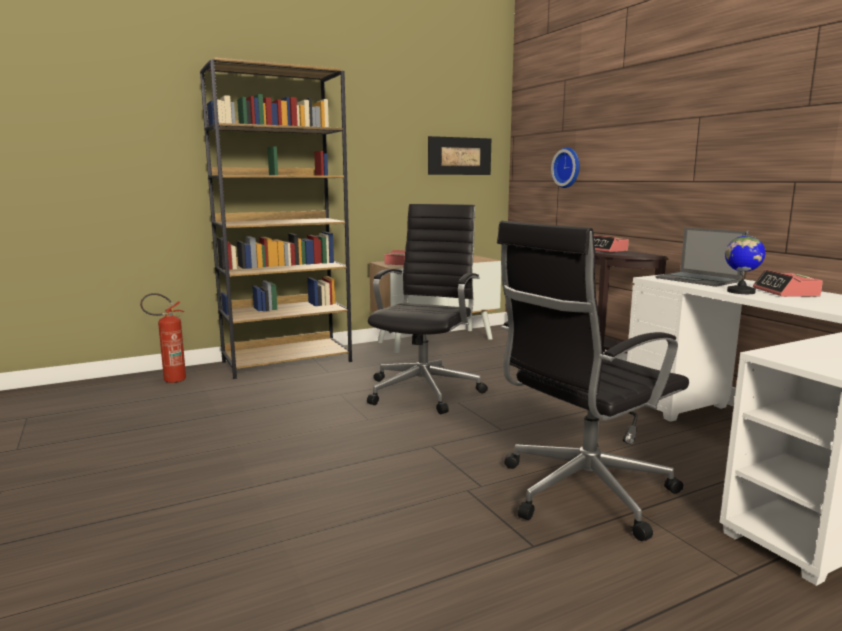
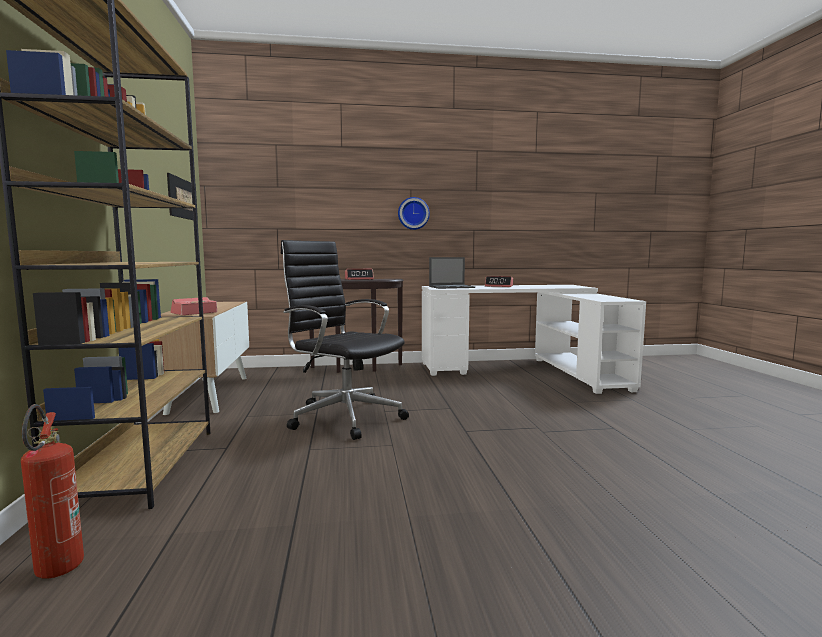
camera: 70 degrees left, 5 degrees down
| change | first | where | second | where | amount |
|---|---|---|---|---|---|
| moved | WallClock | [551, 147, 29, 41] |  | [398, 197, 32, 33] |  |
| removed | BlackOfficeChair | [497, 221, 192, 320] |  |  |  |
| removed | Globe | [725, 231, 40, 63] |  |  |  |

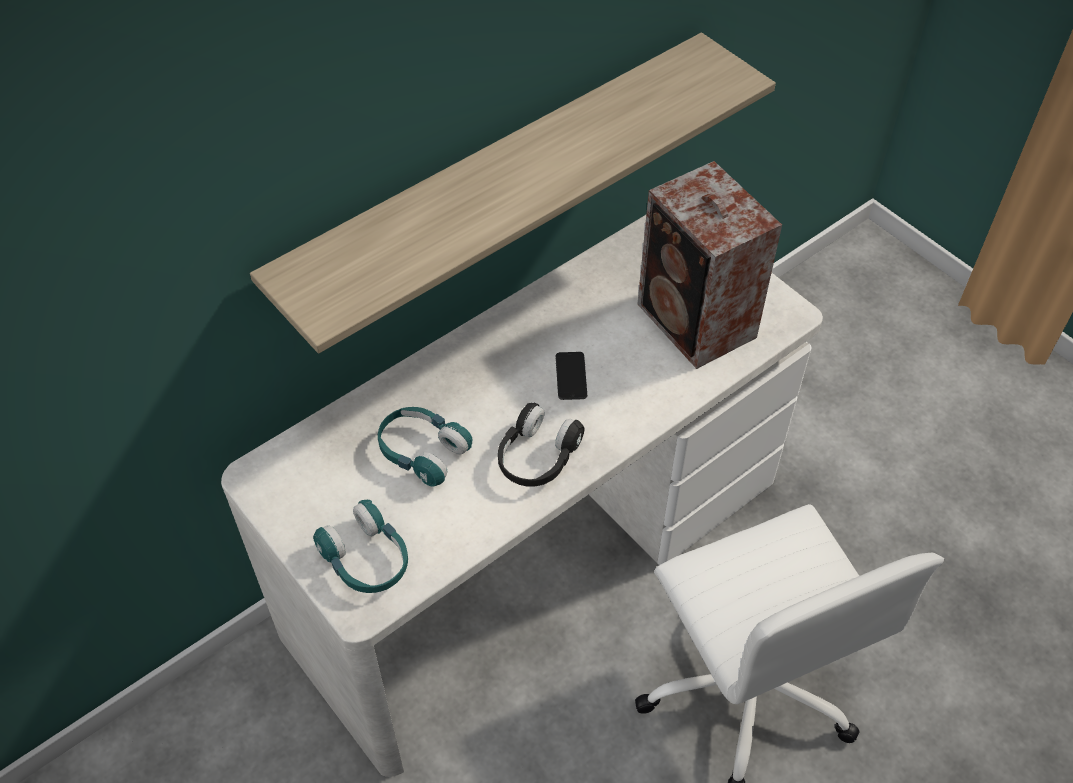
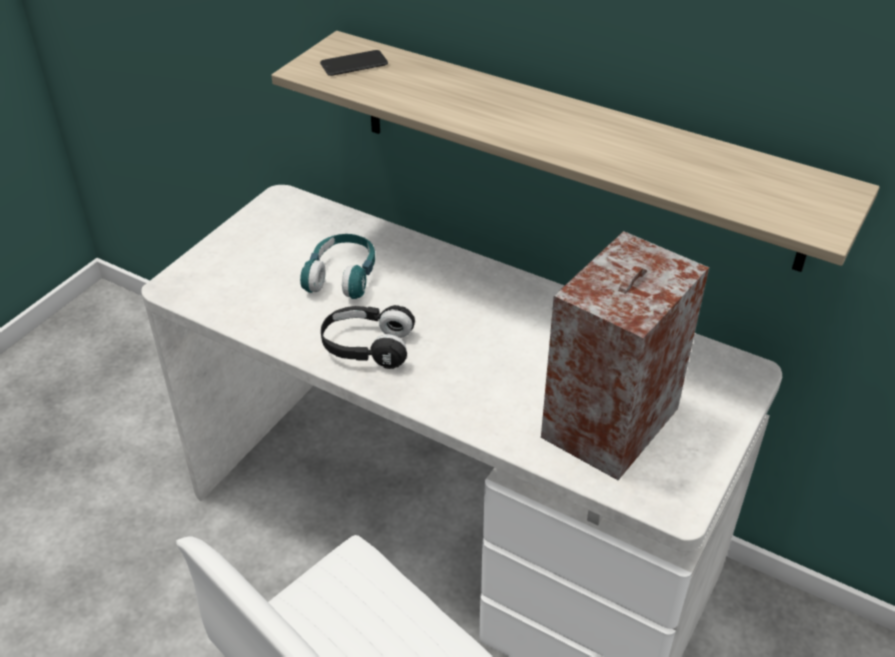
camera: 70 degrees right, 10 degrees down
| change | first | where | second | where | amount |
|---|---|---|---|---|---|
| moved | Phone | [556, 352, 31, 48] |  | [320, 50, 68, 26] |  |
| removed | TurquoiseHeadphones | [313, 500, 95, 93] |  |  |  |

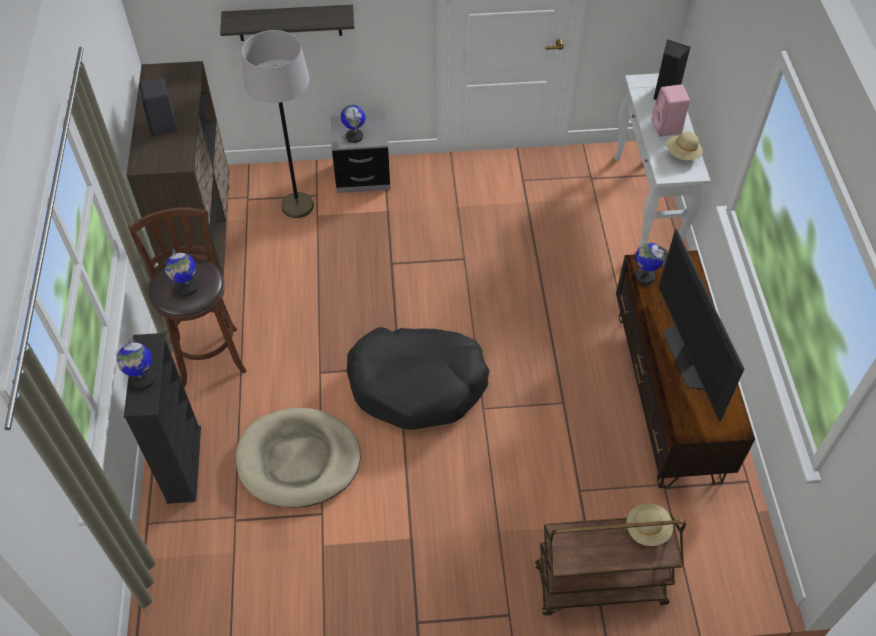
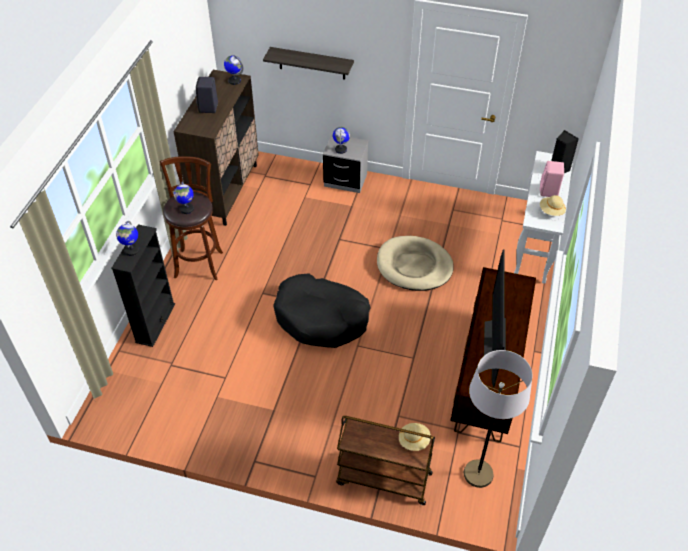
camera: 20 degrees right, 5 degrees down
| change | first | where | second | where | amount |
|---|---|---|---|---|---|
| moved | GreyFloorLamp | [242, 30, 72, 188] |  | [464, 350, 69, 138] |  |
| moved | Globe | [635, 243, 33, 42] |  | [224, 55, 19, 30] |  |
| moved | BeigeDogBed | [236, 408, 125, 100] |  | [377, 236, 77, 55] |  |

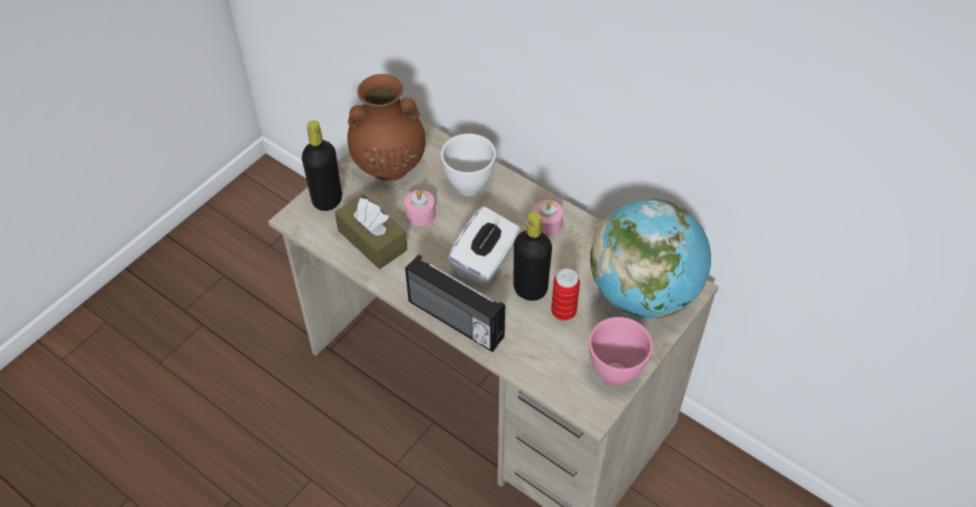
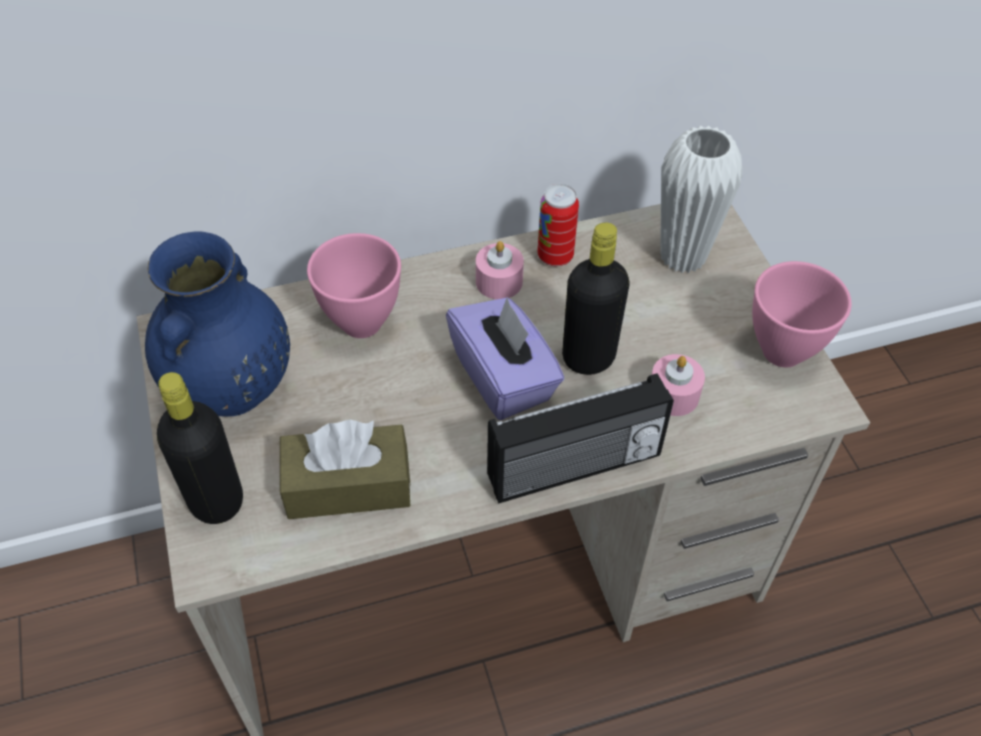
camera: 55 degrees left, 0 degrees up
| change | first | where | second | where | amount |
|---|---|---|---|---|---|
| recoloured | BrownVase | [347, 74, 78, 107] | BlueVase | [145, 231, 145, 186] |  |
| recoloured | WhiteBowl | [441, 134, 55, 63] | PinkBowl | [307, 233, 94, 105] |  |
| moved | PinkCandle | [404, 190, 32, 36] |  | [652, 354, 53, 62] |  |
| replaced | Globe | [590, 199, 121, 120] | WhiteVase | [660, 126, 83, 147] |  |
| recoloured | WhiteTissueBox | [448, 206, 73, 81] | PurpleTissueBox | [446, 297, 119, 123] |  |
| moved | Can | [551, 269, 29, 52] |  | [537, 184, 42, 82] |  |

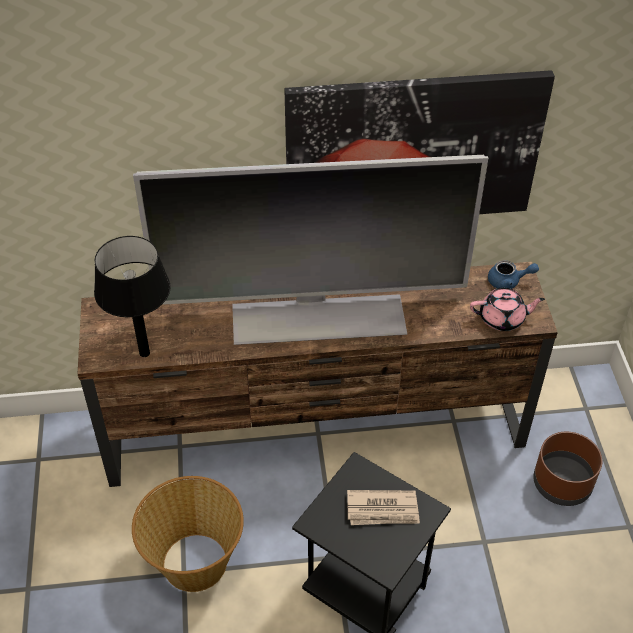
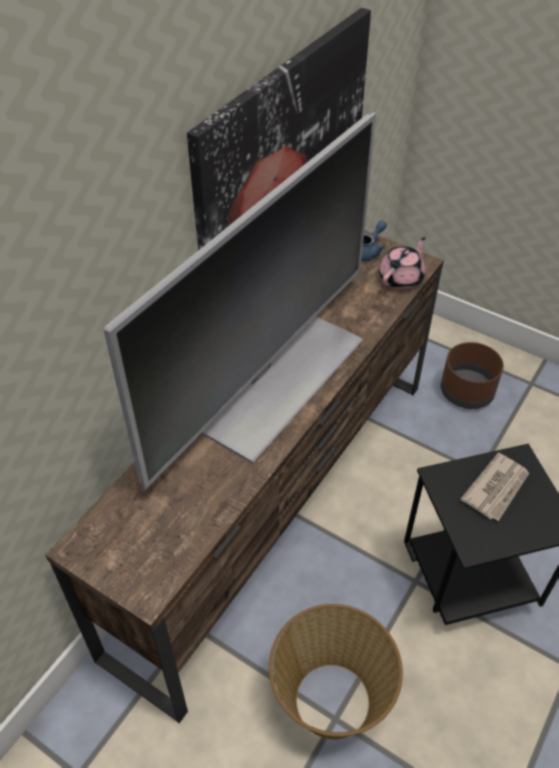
camera: 50 degrees left, 0 degrees up
| change | first | where | second | where | amount |
|---|---|---|---|---|---|
| removed | BlackTableLamp | [94, 236, 77, 121] |  |  |  |

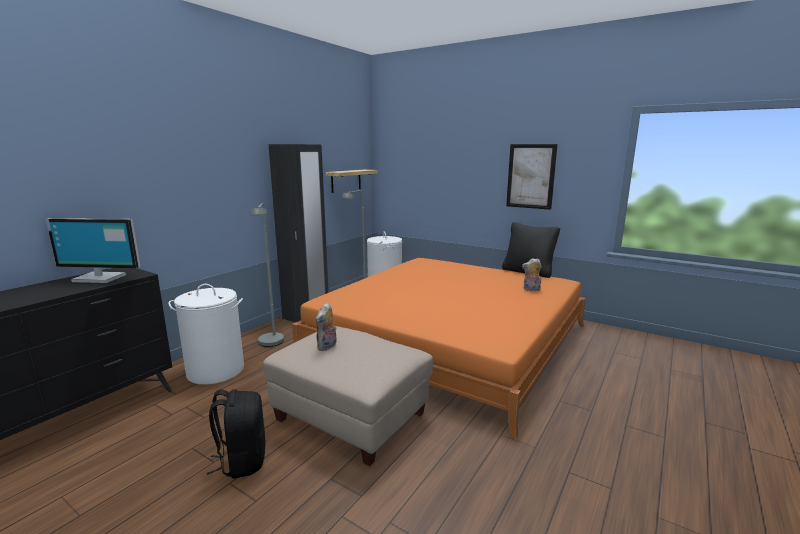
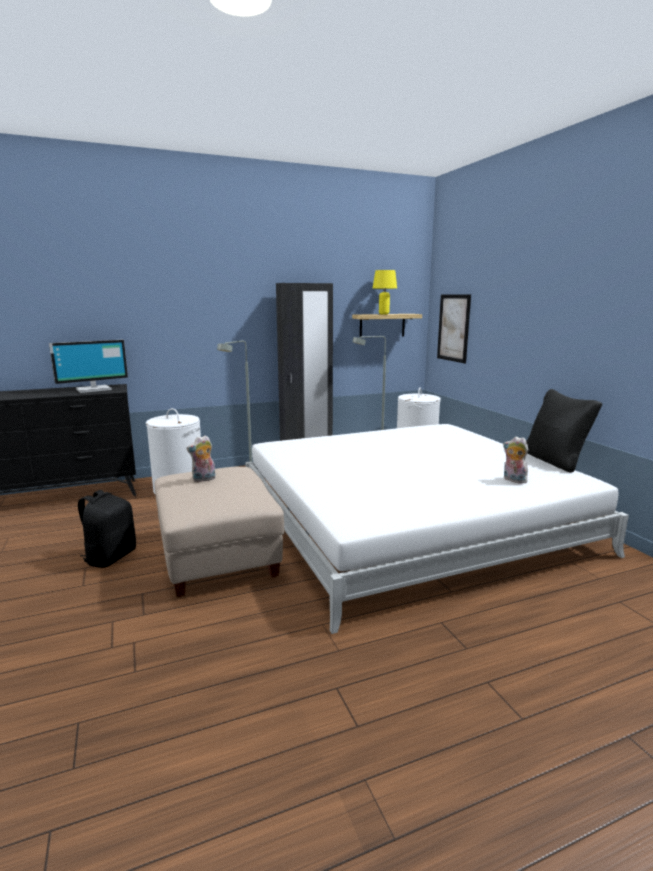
camera: 35 degrees right, 0 degrees up
| change | first | where | second | where | amount |
|---|---|---|---|---|---|
| moved | Picture | [506, 144, 52, 66] |  | [437, 294, 34, 69] |  |
| turned | Monitor | [46, 218, 95, 65] |  | [49, 340, 79, 53] | 75 degrees counterclockwise |
| recoloured | OrangeBed | [292, 258, 293, 180] | WhiteBed | [245, 424, 384, 210] |  |
| added |  |  | YellowTableLamp | [372, 270, 25, 44] |  |

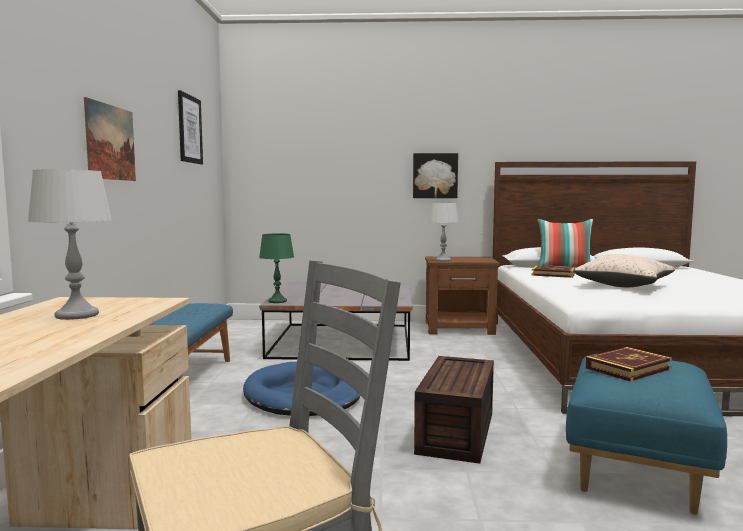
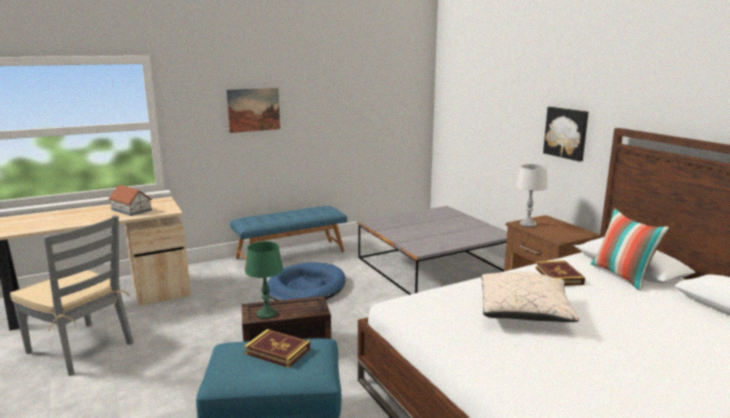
camera: 60 degrees right, 10 degrees up
| change | first | where | second | where | amount |
|---|---|---|---|---|---|
| removed | Picture | [178, 90, 25, 74] |  |  |  |
| replaced | GreyTableLamp | [27, 169, 85, 151] | ToyHouse | [109, 185, 43, 31] |  |
| moved | GreenTableLamp | [259, 233, 35, 70] |  | [245, 241, 38, 78] |  |

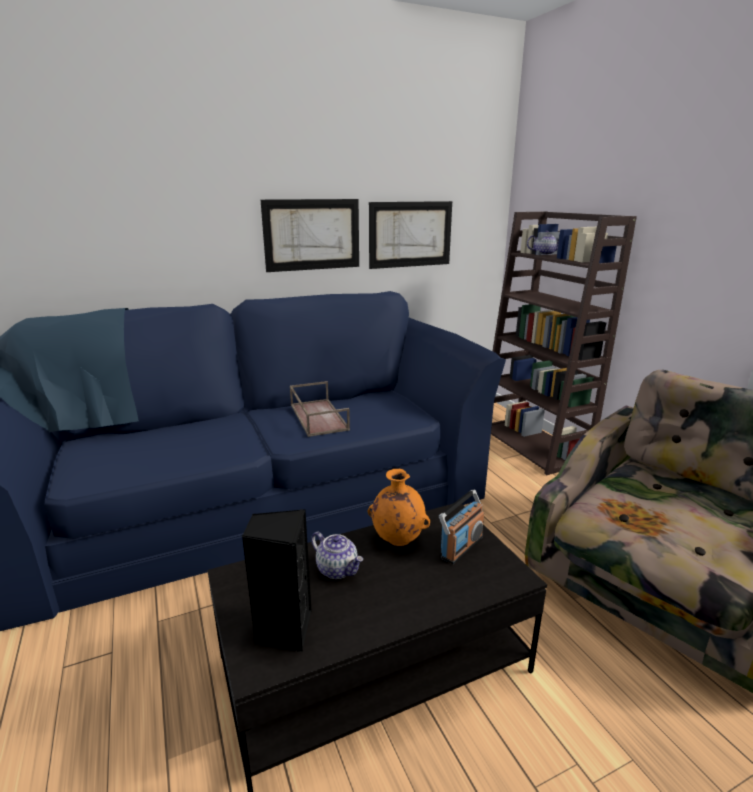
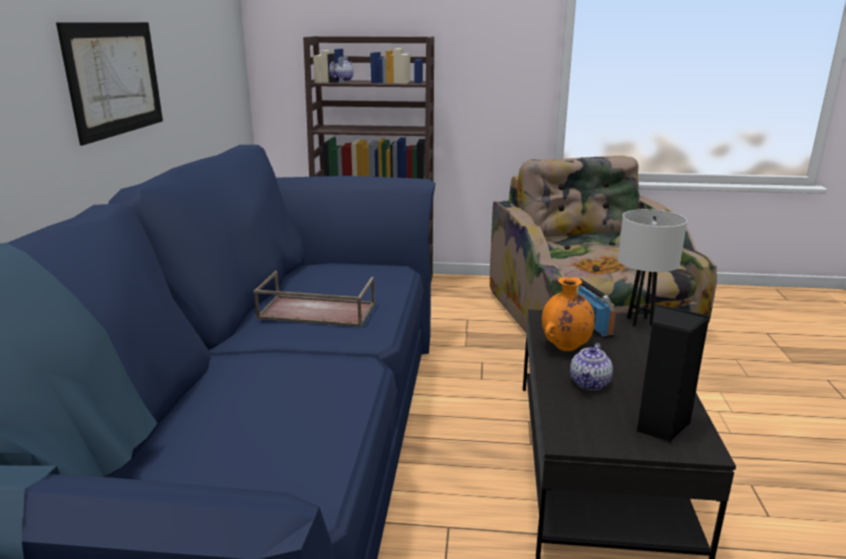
camera: 60 degrees left, 0 degrees up
| change | first | where | second | where | amount |
|---|---|---|---|---|---|
| removed | Picture | [369, 201, 83, 68] |  |  |  |
| turned | Teapot | [311, 532, 52, 47] |  | [570, 343, 43, 47] | 135 degrees clockwise |
| added |  |  | WhiteTableLamp | [618, 209, 69, 118] |  |

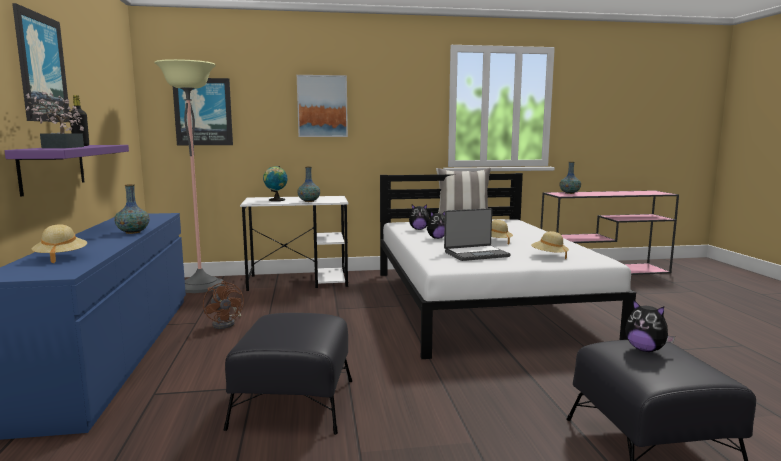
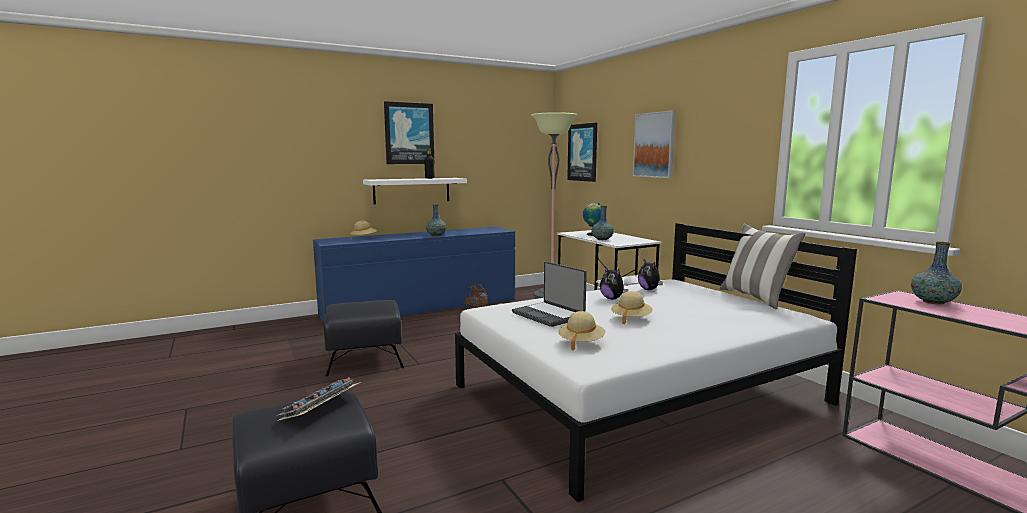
camera: 70 degrees right, 0 degrees up
| change | first | where | second | where | amount |
|---|---|---|---|---|---|
| removed | PottedPlant | [26, 91, 58, 57] |  |  |  |
| recoloured | PurpleShelf | [5, 145, 124, 52] | WhiteShelf | [363, 178, 104, 26] |  |
| replaced | PlushToy | [625, 299, 50, 53] | Keyboard | [277, 377, 84, 44] |  |

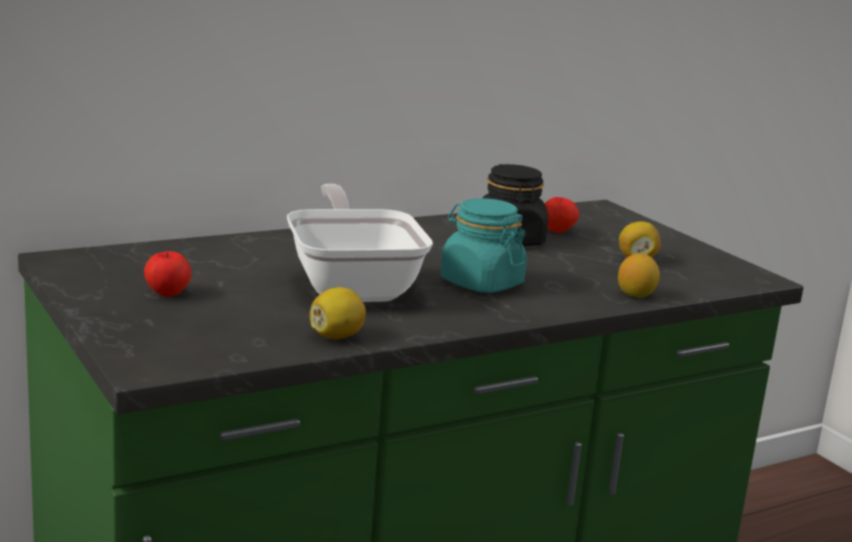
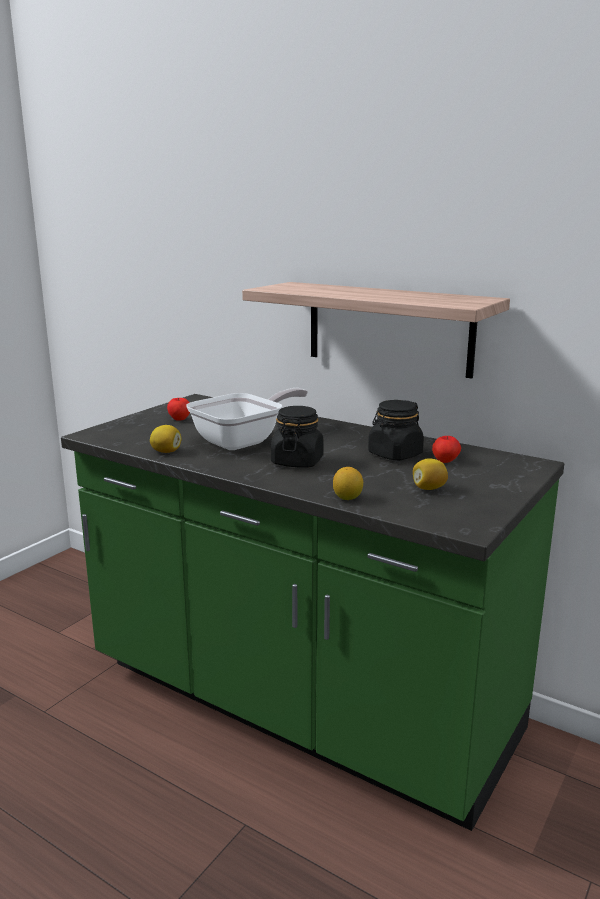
camera: 65 degrees right, 0 degrees up
| change | first | where | second | where | amount |
|---|---|---|---|---|---|
| recoloured | TurquoiseJar | [440, 198, 87, 95] | BlackJar | [271, 406, 53, 62] |  |
| added |  |  | Shelf | [242, 282, 268, 97] |  |

